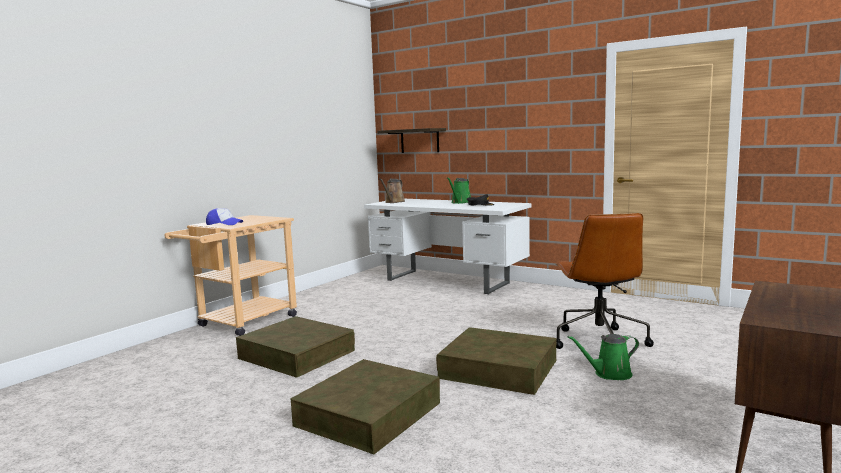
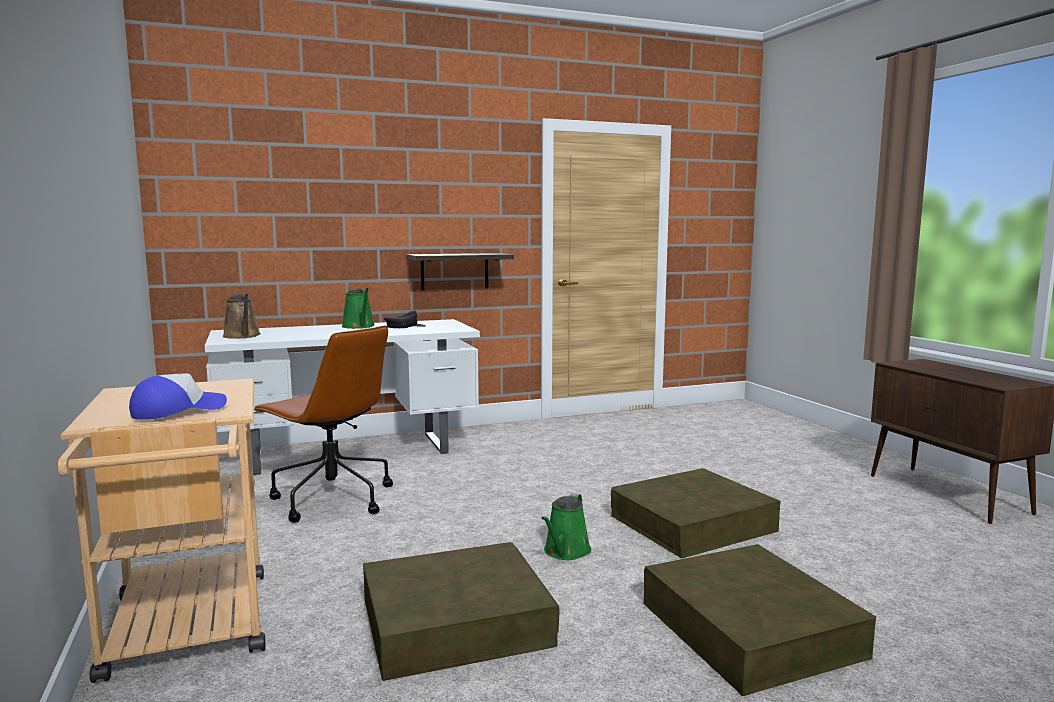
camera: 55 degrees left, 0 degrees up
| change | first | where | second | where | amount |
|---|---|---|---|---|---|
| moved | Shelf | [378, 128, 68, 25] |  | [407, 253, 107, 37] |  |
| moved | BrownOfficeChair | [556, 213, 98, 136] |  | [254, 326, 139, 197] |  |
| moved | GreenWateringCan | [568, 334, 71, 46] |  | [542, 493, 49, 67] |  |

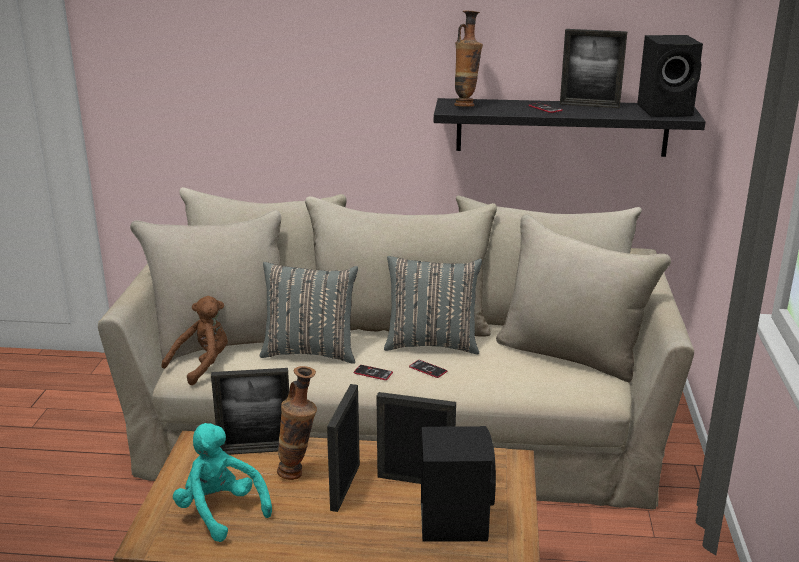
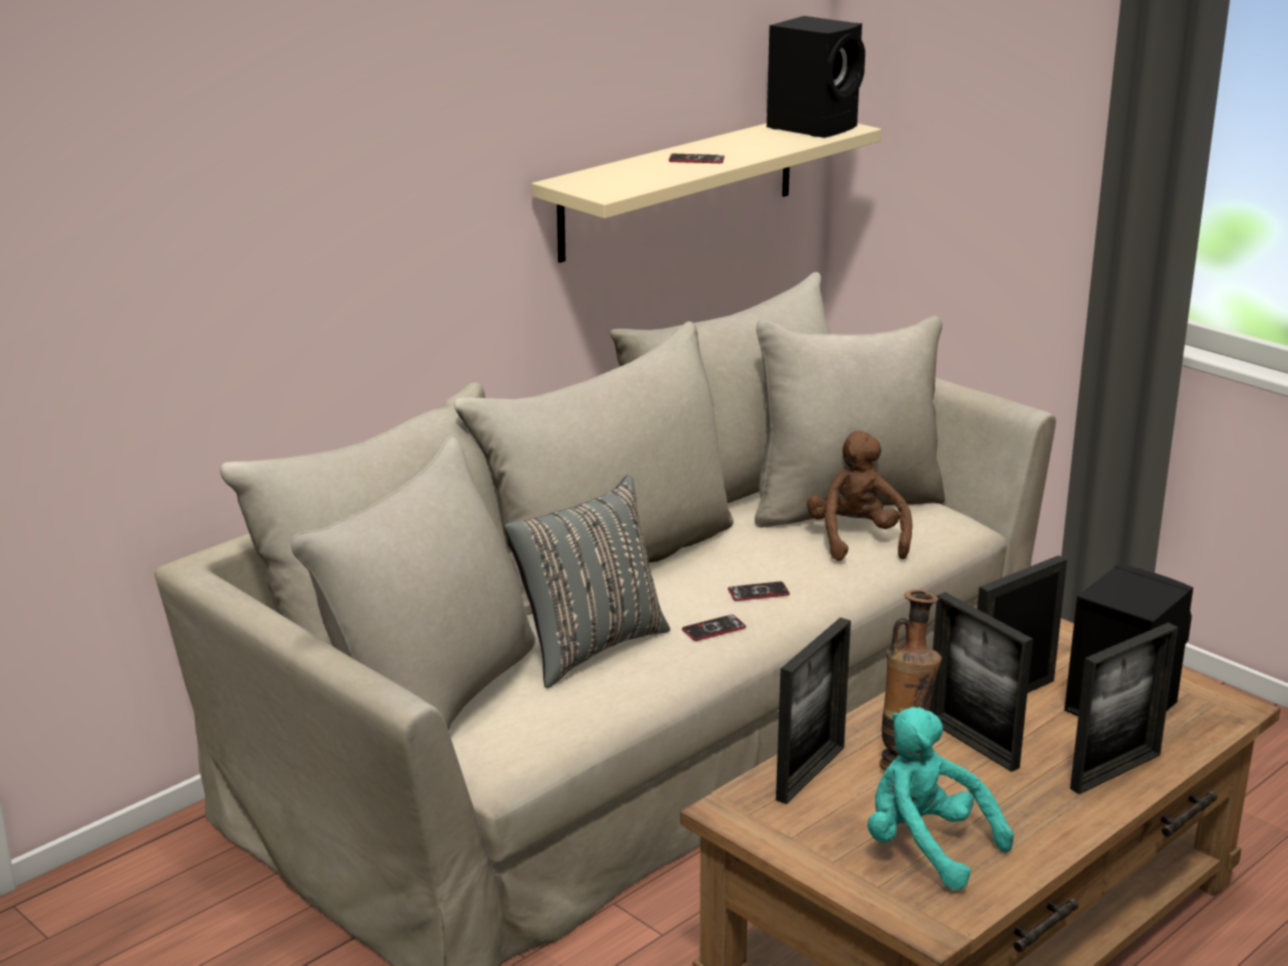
camera: 50 degrees left, 0 degrees up
| change | first | where | second | where | amount |
|---|---|---|---|---|---|
| removed | Vase | [455, 10, 28, 97] |  |  |  |
| moved | PictureFrame | [560, 29, 68, 79] |  | [1070, 623, 108, 171] |  |
| recoloured | BlackShelf | [434, 98, 272, 59] | BeigeShelf | [532, 123, 349, 140] |  |
| removed | GreyPillow | [384, 256, 98, 99] |  |  |  |
| moved | BrownPlushToy | [161, 296, 67, 89] |  | [807, 431, 105, 130] |  |
| turned | TurquoisePlushToy | [173, 423, 99, 119] |  | [867, 707, 147, 183] | 45 degrees clockwise |

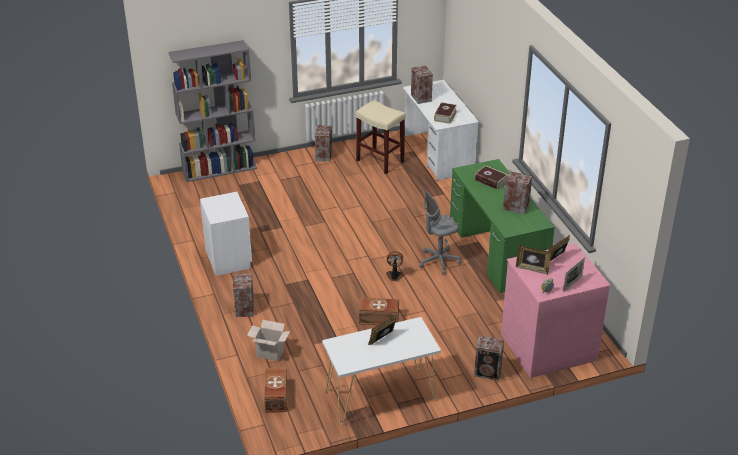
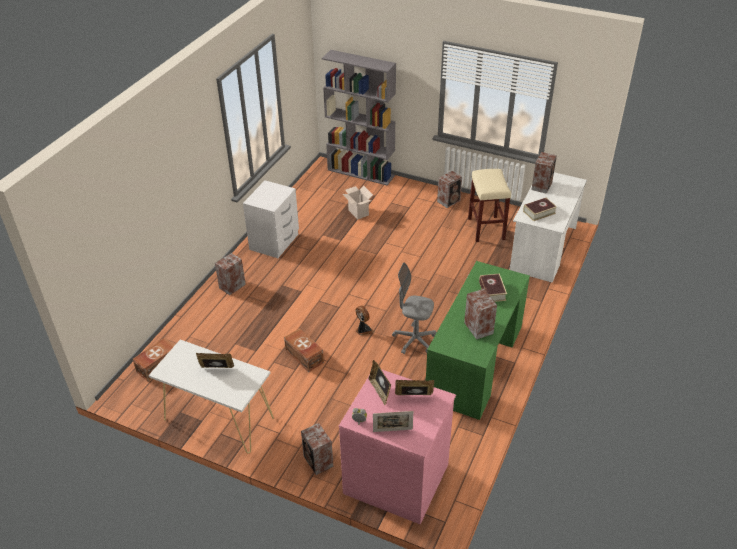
camera: 45 degrees right, 5 degrees up
| change | first | where | second | where | amount |
|---|---|---|---|---|---|
| moved | CardboardBox | [247, 320, 43, 41] |  | [343, 186, 30, 34] |  |

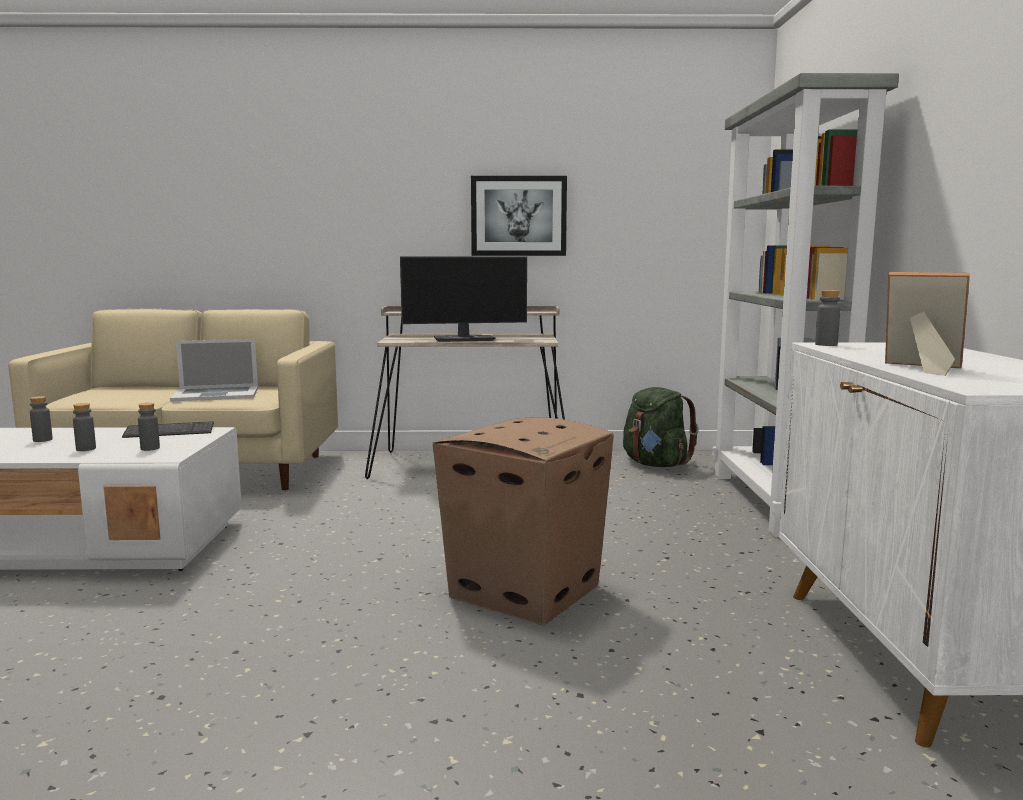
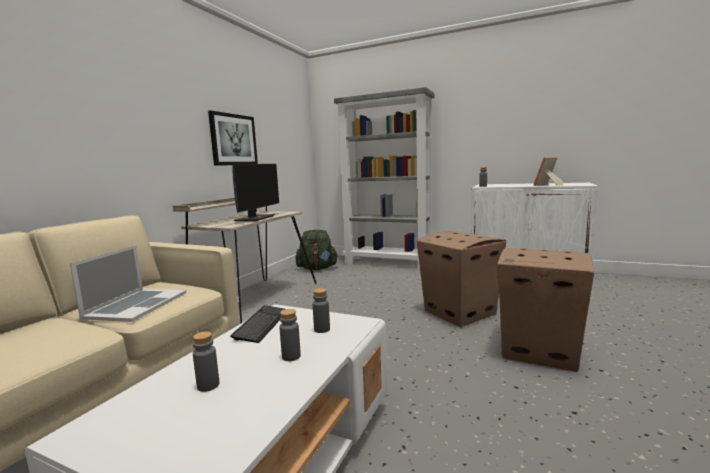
camera: 65 degrees left, 0 degrees up
| change | first | where | second | where | amount |
|---|---|---|---|---|---|
| added |  |  | CardboardBox | [497, 248, 97, 124] |  |

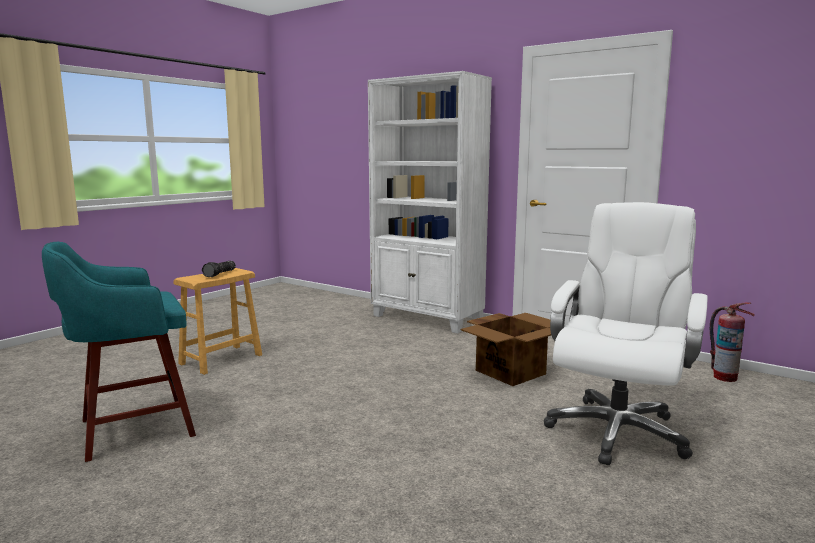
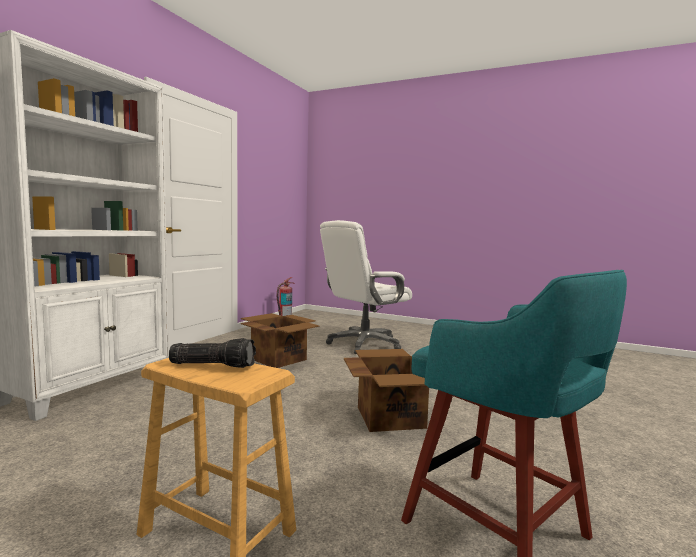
camera: 100 degrees left, 5 degrees down
| change | first | where | second | where | amount |
|---|---|---|---|---|---|
| turned | WhiteOfficeChair | [544, 202, 164, 263] |  | [320, 220, 92, 134] | 60 degrees counterclockwise |
| added |  |  | CardboardBox | [344, 349, 85, 83] |  |

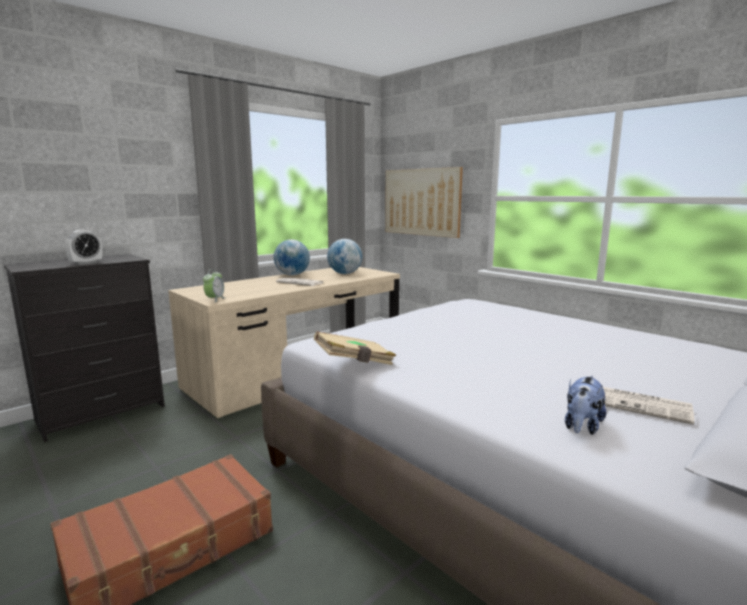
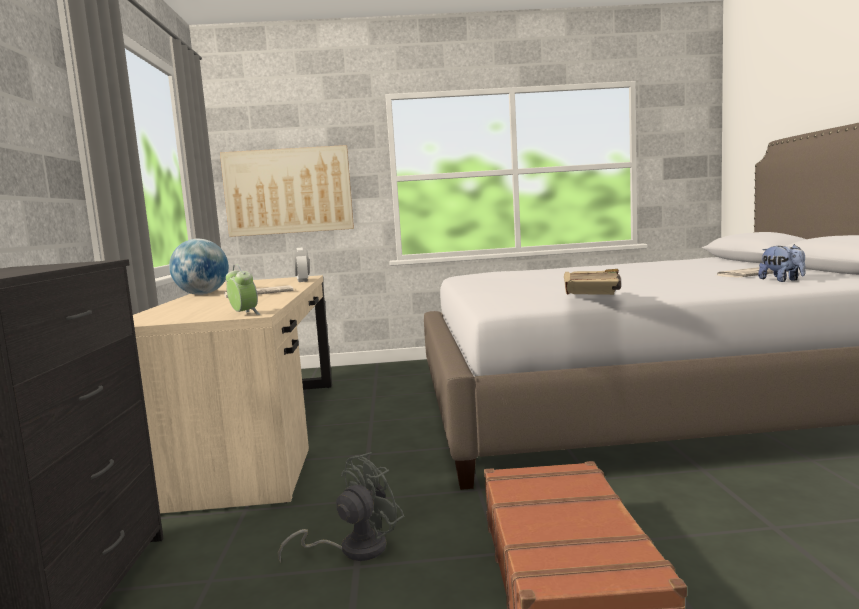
camera: 50 degrees left, 5 degrees down
| change | first | where | second | where | amount |
|---|---|---|---|---|---|
| moved | AlarmClock | [65, 230, 37, 35] |  | [292, 248, 18, 34] |  |
| removed | Globe | [327, 239, 35, 35] |  |  |  |
| added |  |  | GreyFan | [278, 452, 126, 110] |  |

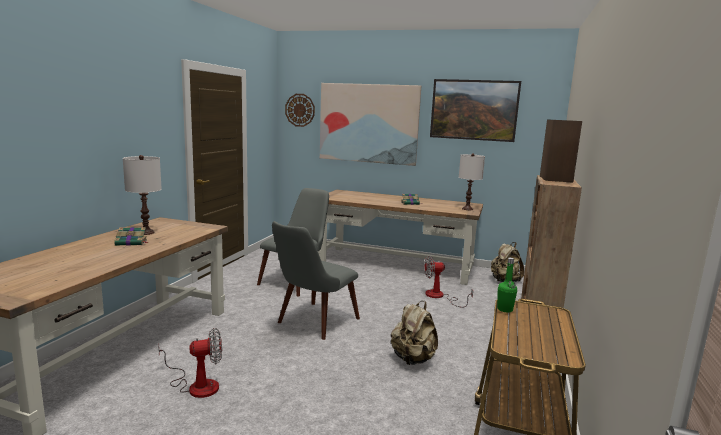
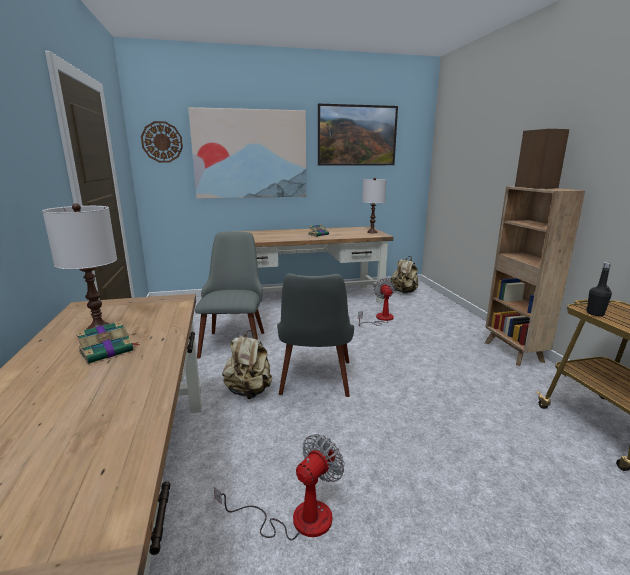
camera: 30 degrees left, 5 degrees up
| change | first | where | second | where | amount |
|---|---|---|---|---|---|
| turned | Fan | [424, 256, 49, 51] |  | [358, 278, 37, 48] | 120 degrees clockwise |
| recoloured | GreenBottle | [497, 258, 20, 54] | BlackBottle | [586, 262, 26, 54] |  |
| moved | BeigeBackpack | [391, 301, 47, 64] |  | [222, 330, 50, 69] |  |

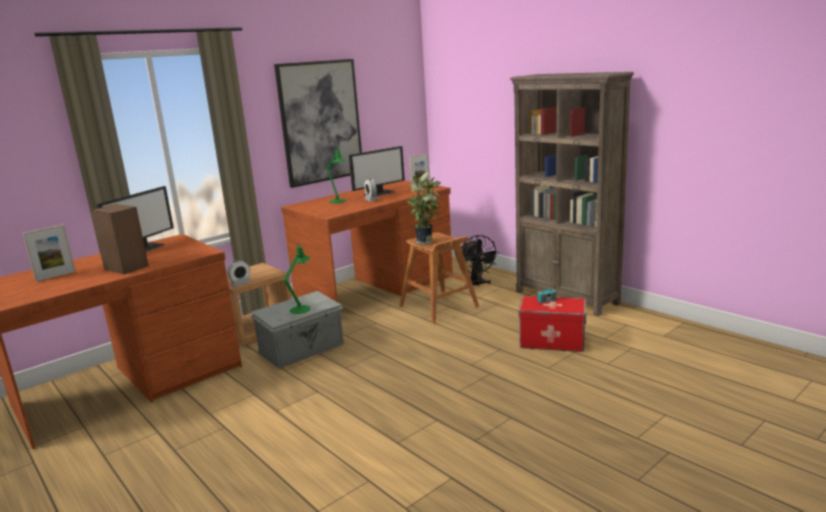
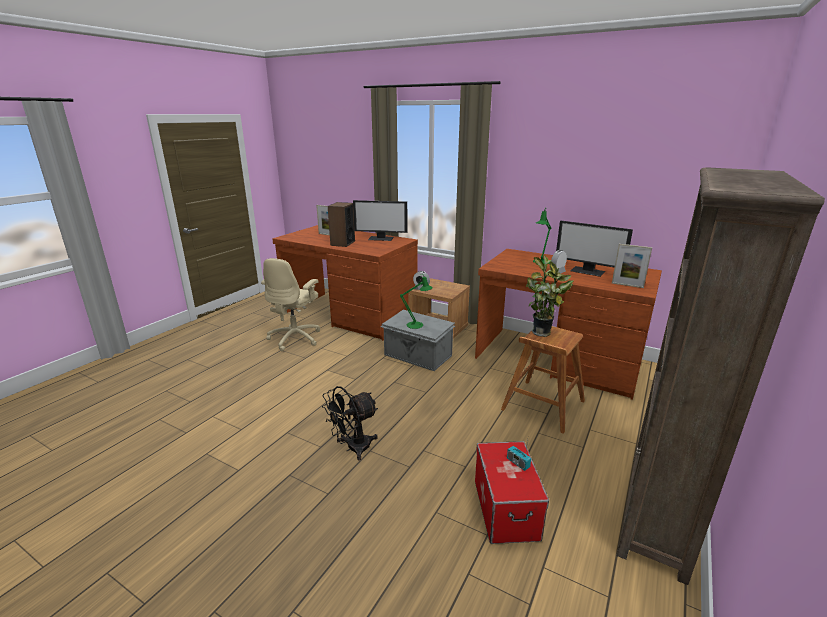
camera: 70 degrees right, 5 degrees up
| change | first | where | second | where | amount |
|---|---|---|---|---|---|
| removed | Picture | [274, 59, 88, 129] |  |  |  |
| moved | BlackFan | [461, 235, 38, 51] |  | [322, 386, 56, 74] |  |
| added |  |  | BeigeOfficeChair | [261, 258, 59, 93] |  |

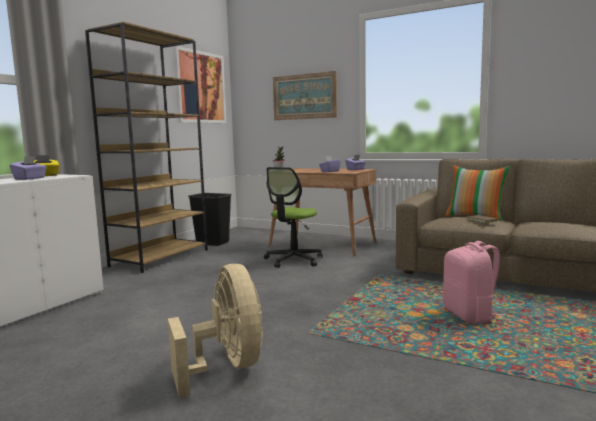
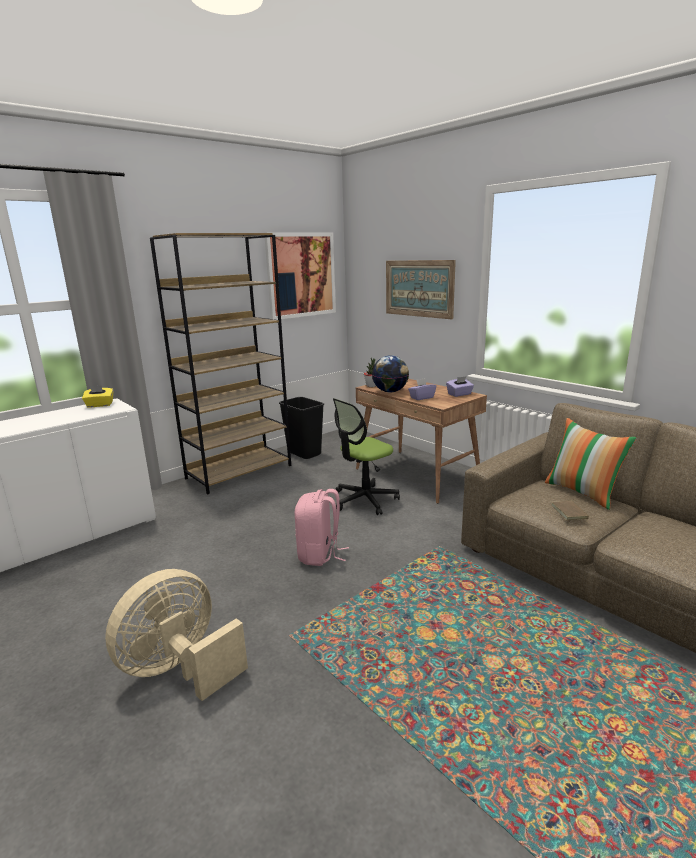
camera: 20 degrees right, 10 degrees up
| change | first | where | second | where | amount |
|---|---|---|---|---|---|
| removed | PurpleTissueBox | [10, 156, 37, 24] |  |  |  |
| moved | PinkBackpack | [443, 241, 62, 83] |  | [295, 489, 54, 77] |  |
| turned | BeigeFan | [168, 264, 95, 133] |  | [105, 569, 143, 132] | 135 degrees counterclockwise |
| added |  |  | Globe | [372, 355, 37, 37] |  |

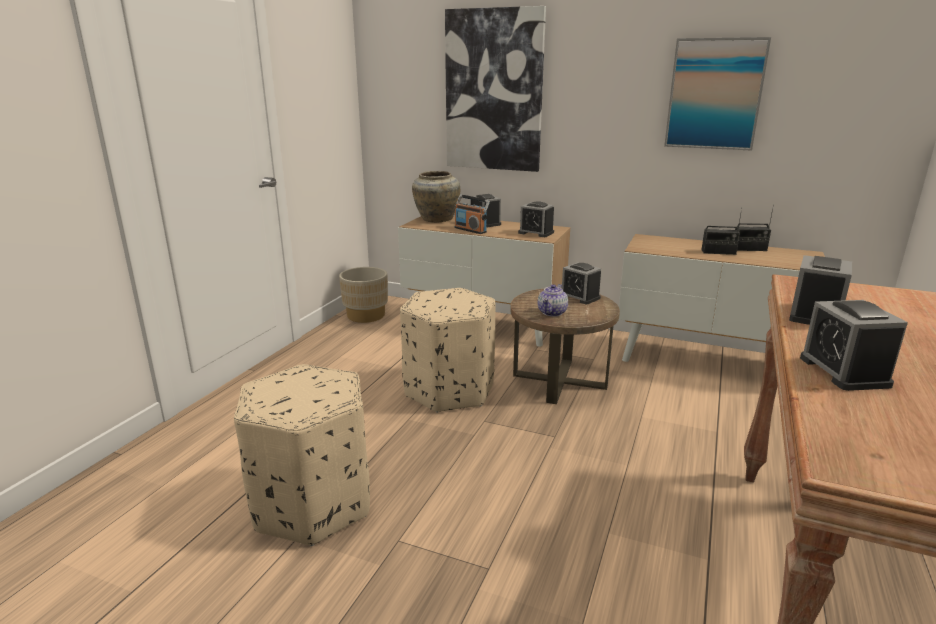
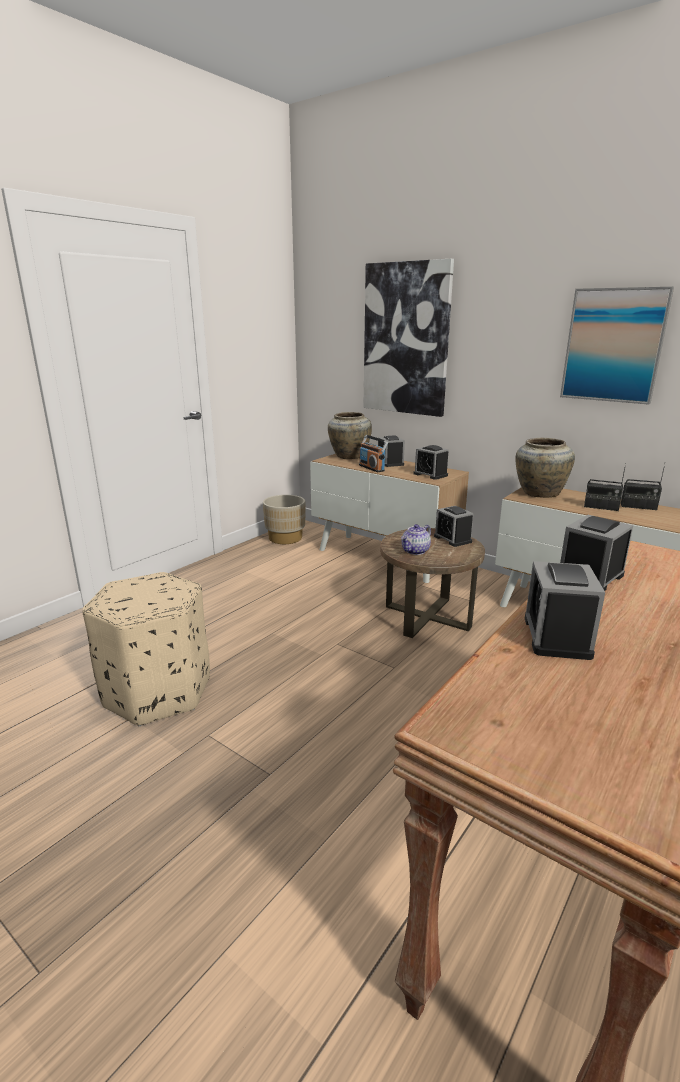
camera: 15 degrees right, 0 degrees up
| change | first | where | second | where | amount |
|---|---|---|---|---|---|
| removed | BeigeOttoman | [400, 288, 96, 125] |  |  |  |
| added |  |  | BeigeVase | [515, 438, 60, 60] |  |

